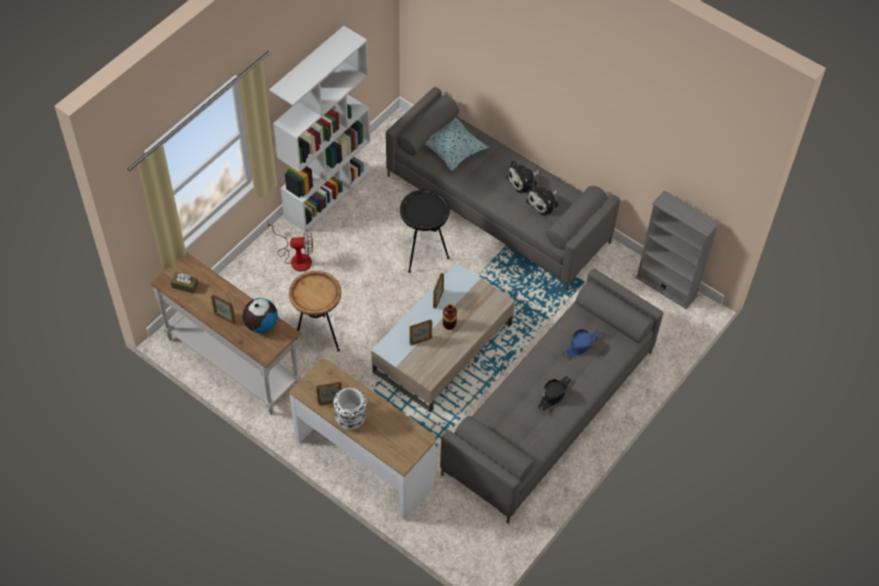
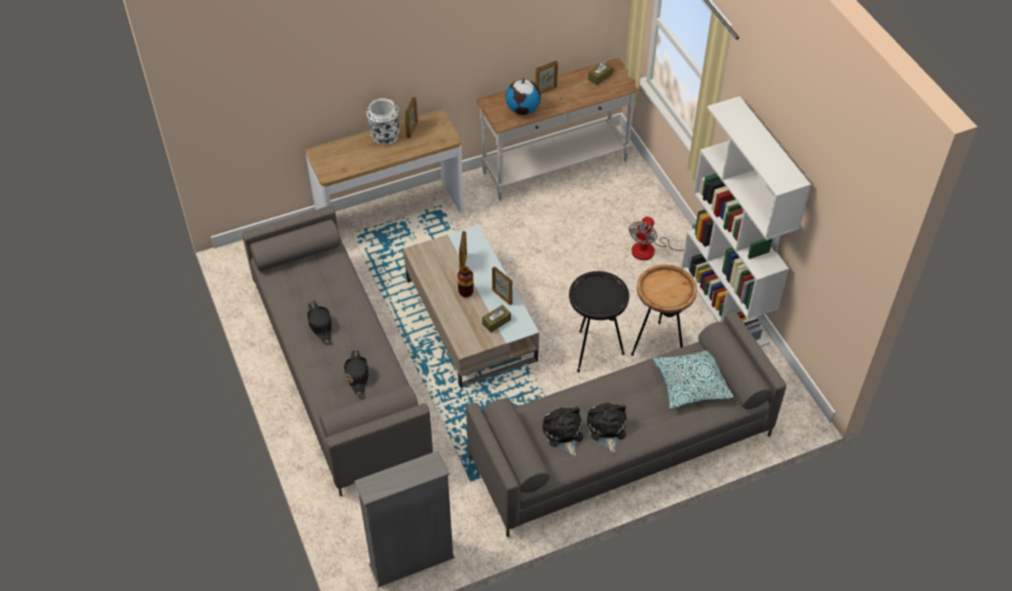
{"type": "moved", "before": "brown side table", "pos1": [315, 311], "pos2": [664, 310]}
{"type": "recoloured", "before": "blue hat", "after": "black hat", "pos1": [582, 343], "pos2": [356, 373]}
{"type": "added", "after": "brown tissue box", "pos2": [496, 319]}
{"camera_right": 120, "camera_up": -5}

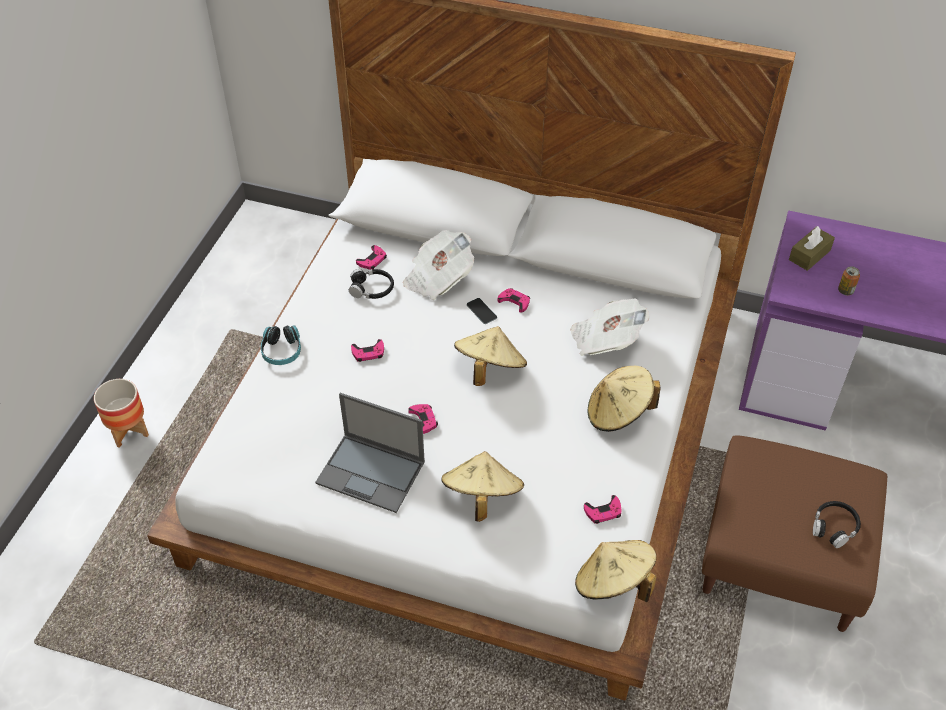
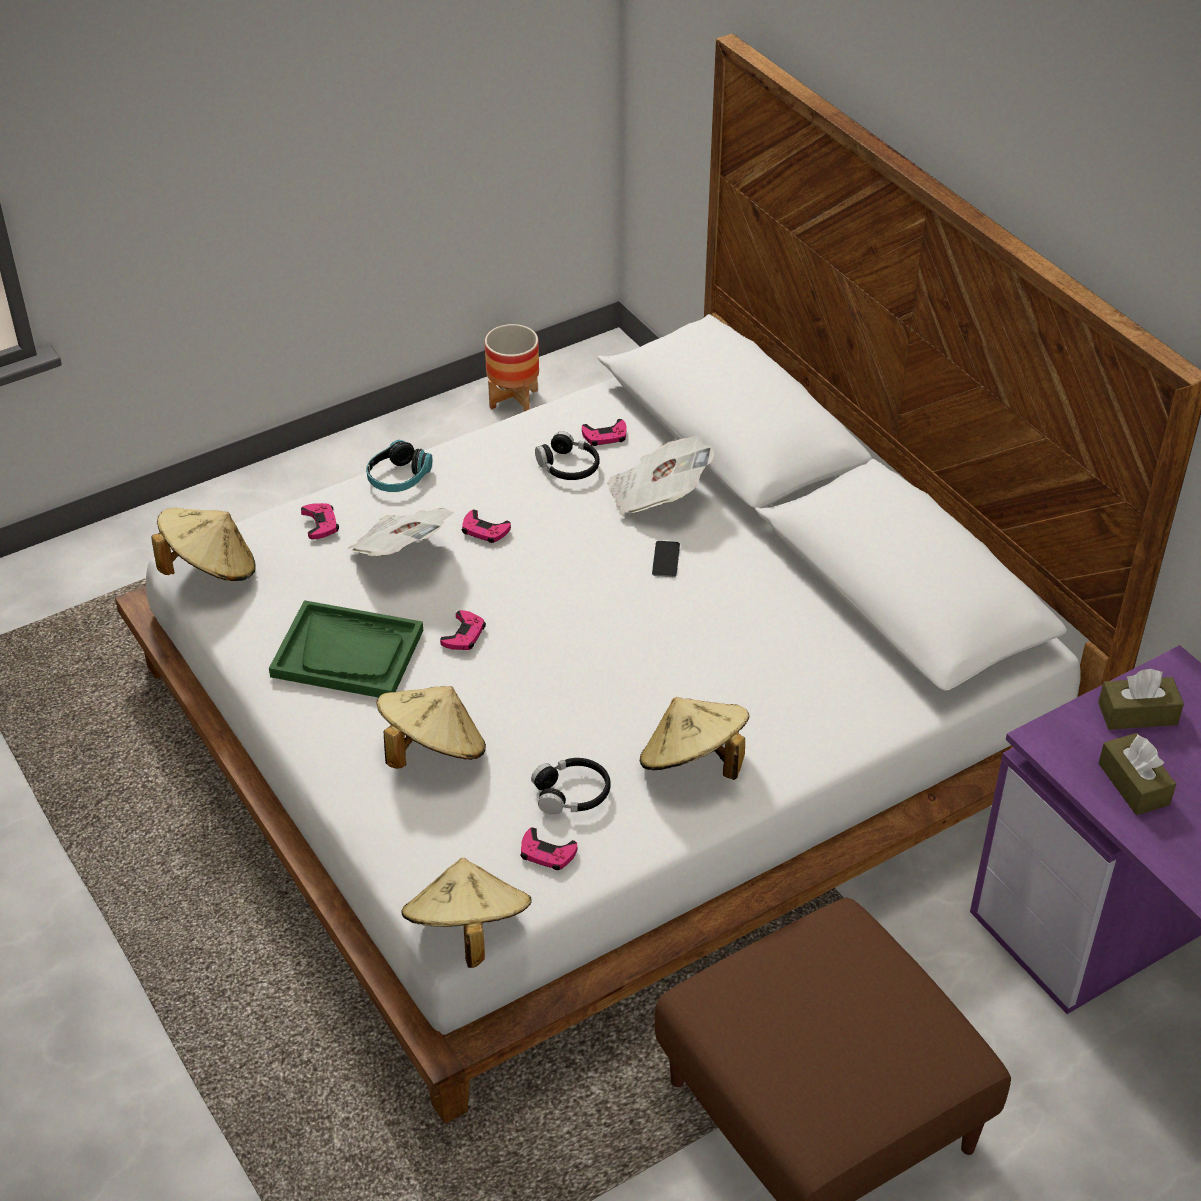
{"type": "replaced", "before": "can", "after": "brown tissue box", "pos1": [849, 280], "pos2": [1137, 774]}
{"type": "moved", "before": "pink game controller", "pos1": [514, 300], "pos2": [320, 521]}
{"type": "moved", "before": "newspaper", "pos1": [609, 327], "pos2": [401, 532]}
{"type": "moved", "before": "beige hat", "pos1": [490, 356], "pos2": [203, 544]}
{"type": "moved", "before": "planter", "pos1": [121, 413], "pos2": [512, 368]}
{"type": "replaced", "before": "laptop", "after": "green tray", "pos1": [370, 453], "pos2": [346, 649]}
{"type": "moved", "before": "black headphones", "pos1": [837, 524], "pos2": [571, 786]}
{"camera_right": 40, "camera_up": -5}

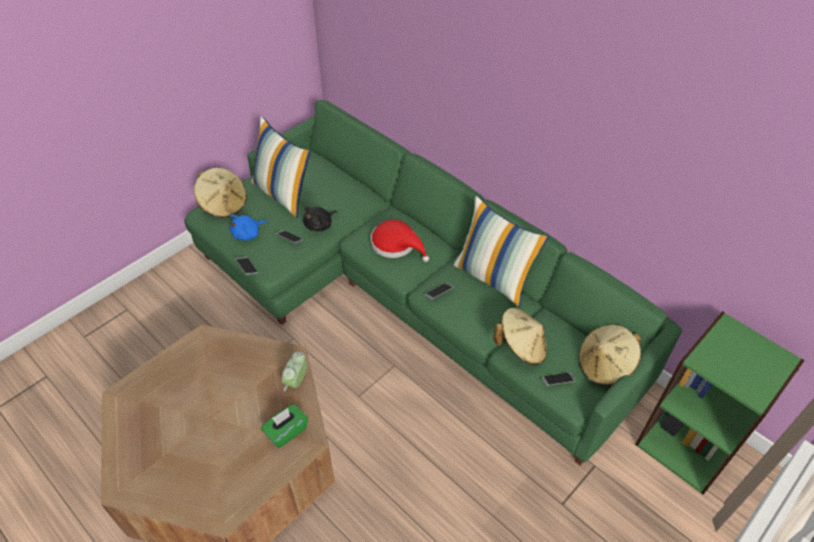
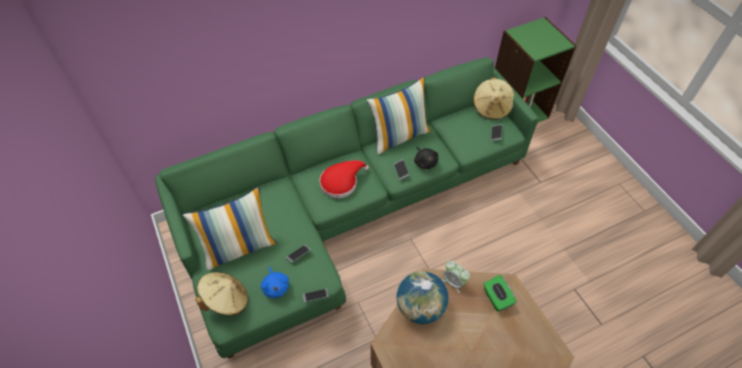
{"type": "moved", "before": "black plush toy", "pos1": [320, 218], "pos2": [426, 158]}
{"type": "removed", "before": "beige hat", "pos1": [520, 336]}
{"type": "added", "after": "globe", "pos2": [422, 297]}
{"camera_right": -70, "camera_up": 5}

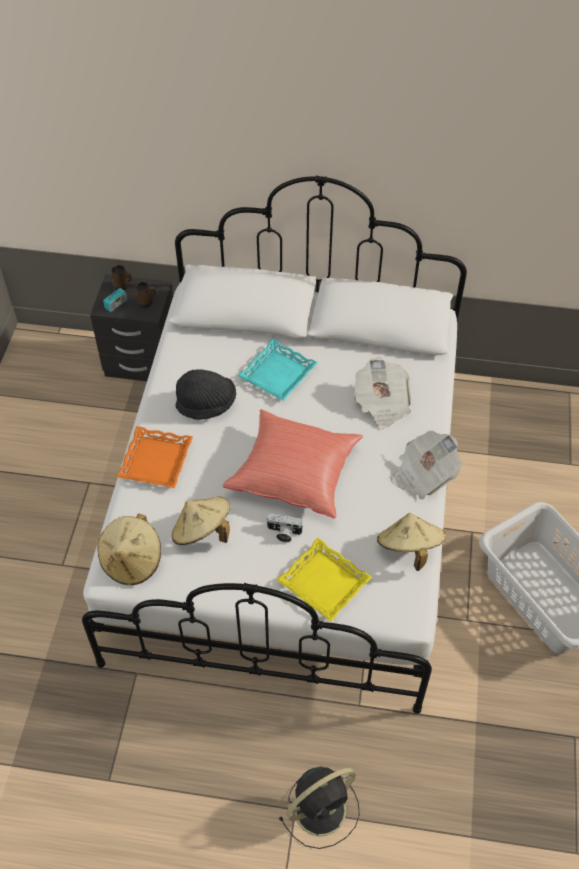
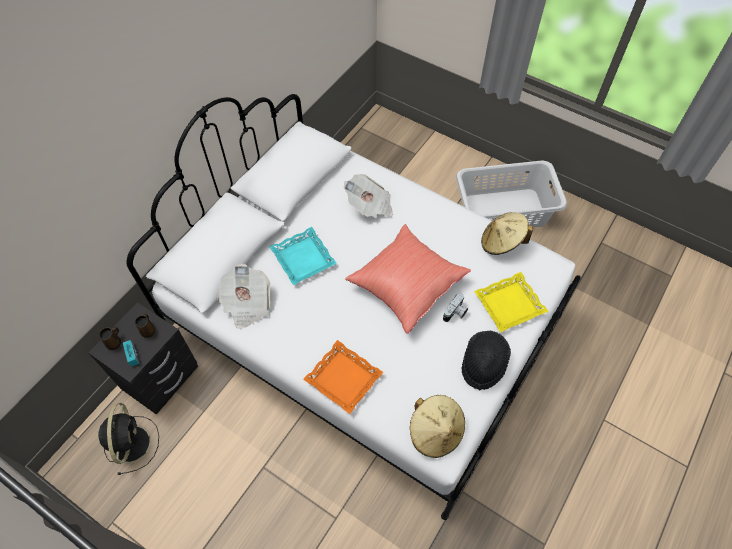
{"type": "moved", "before": "black hat", "pos1": [205, 394], "pos2": [486, 360]}
{"type": "moved", "before": "newspaper", "pos1": [426, 465], "pos2": [243, 296]}
{"type": "removed", "before": "beige hat", "pos1": [201, 521]}
{"type": "moved", "before": "black fan", "pos1": [319, 807], "pos2": [128, 439]}
{"camera_right": -65, "camera_up": 5}

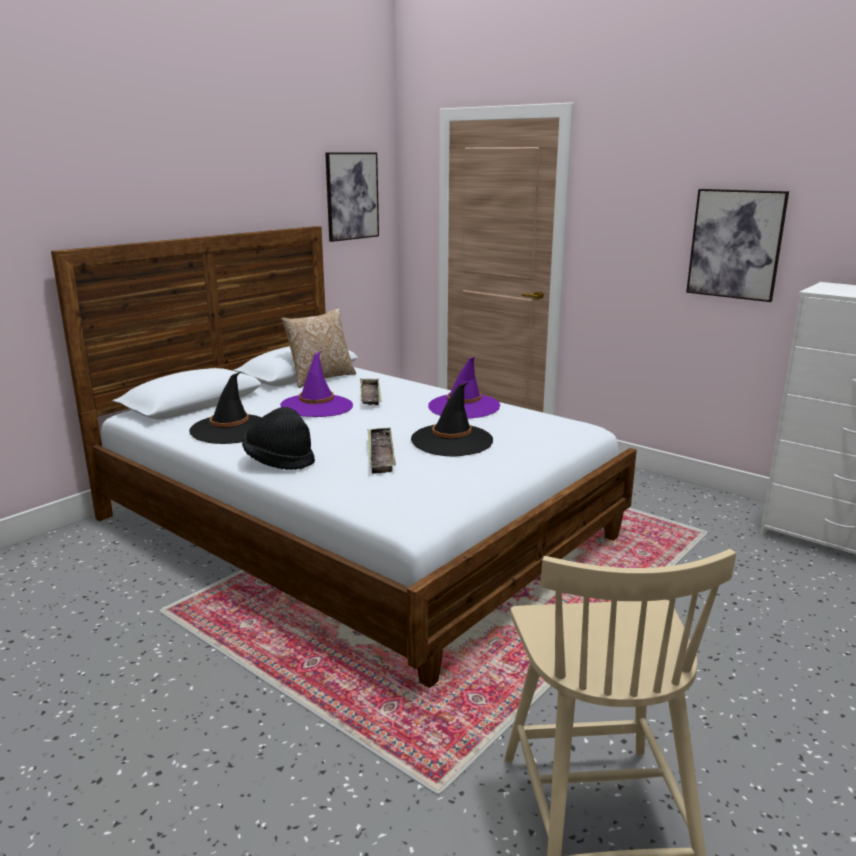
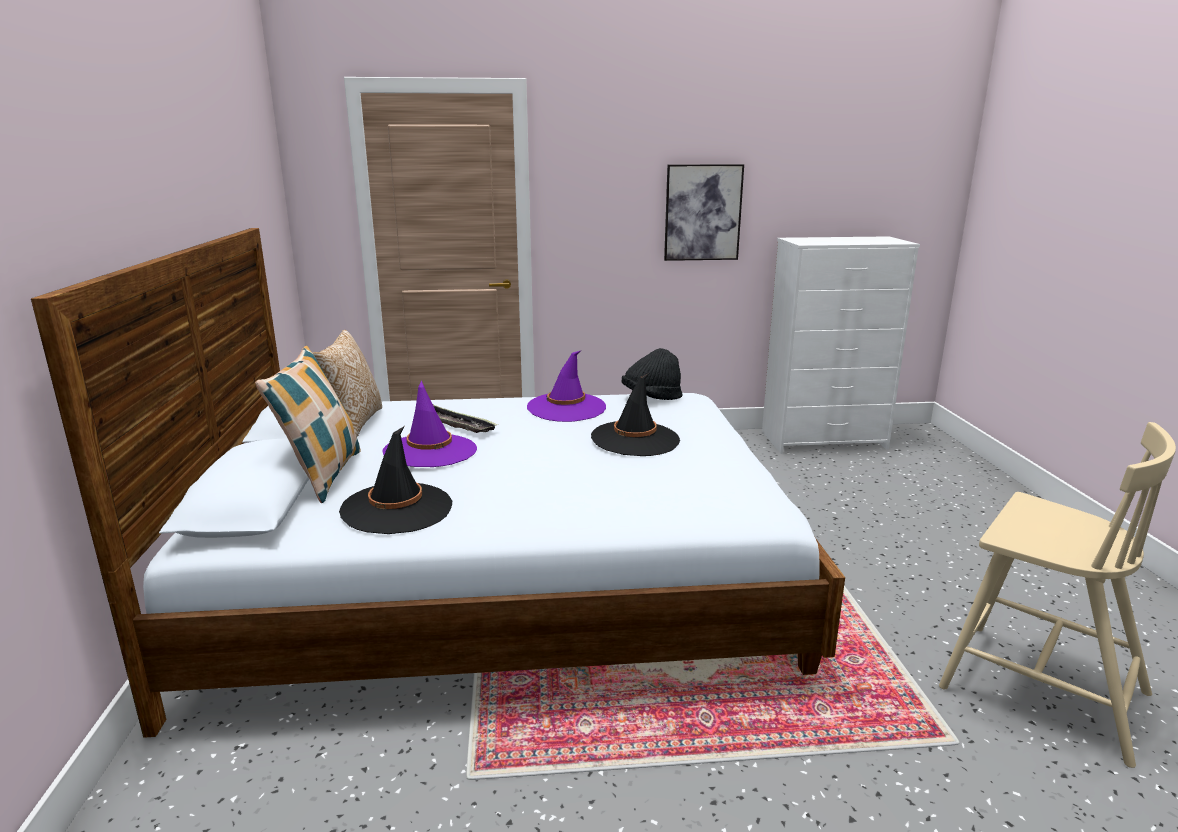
{"type": "removed", "before": "picture", "pos1": [352, 197]}
{"type": "moved", "before": "black hat", "pos1": [278, 438], "pos2": [652, 374]}
{"type": "removed", "before": "tray", "pos1": [382, 450]}
{"type": "added", "after": "pillow", "pos2": [308, 424]}
{"camera_right": -45, "camera_up": 0}

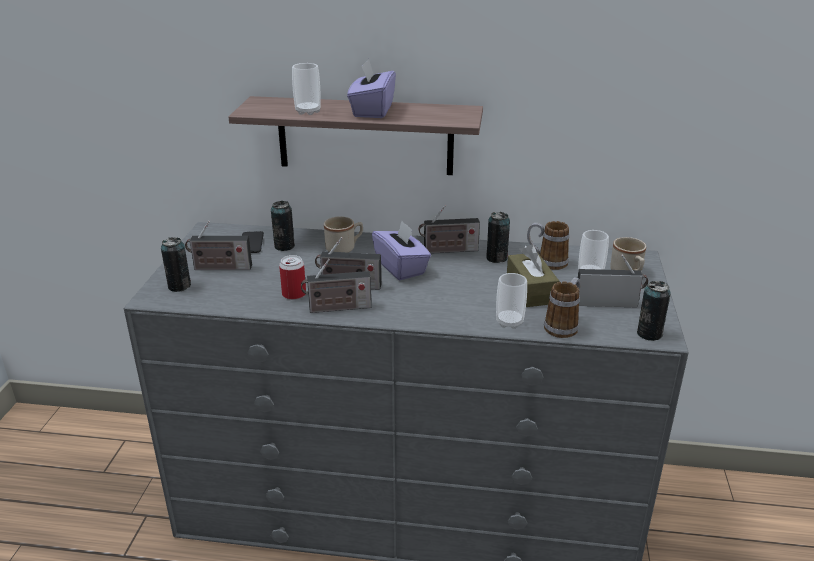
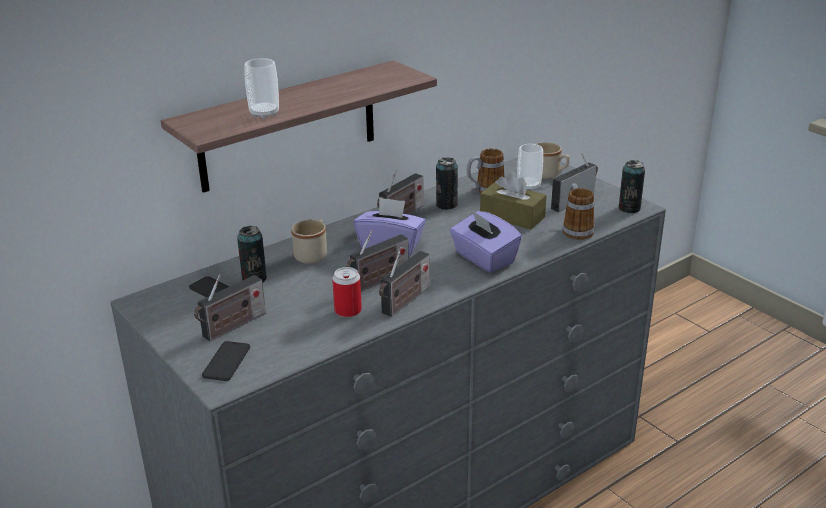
{"type": "moved", "before": "purple tissue box", "pos1": [371, 88], "pos2": [486, 241]}
{"type": "replaced", "before": "can", "after": "phone", "pos1": [176, 264], "pos2": [226, 361]}
{"type": "removed", "before": "cup", "pos1": [511, 301]}
{"camera_right": -45, "camera_up": 0}

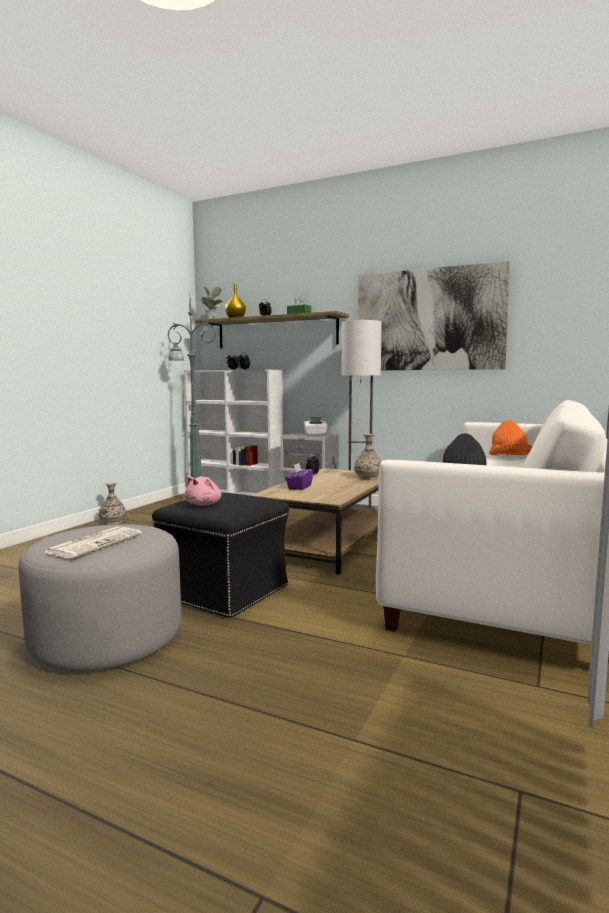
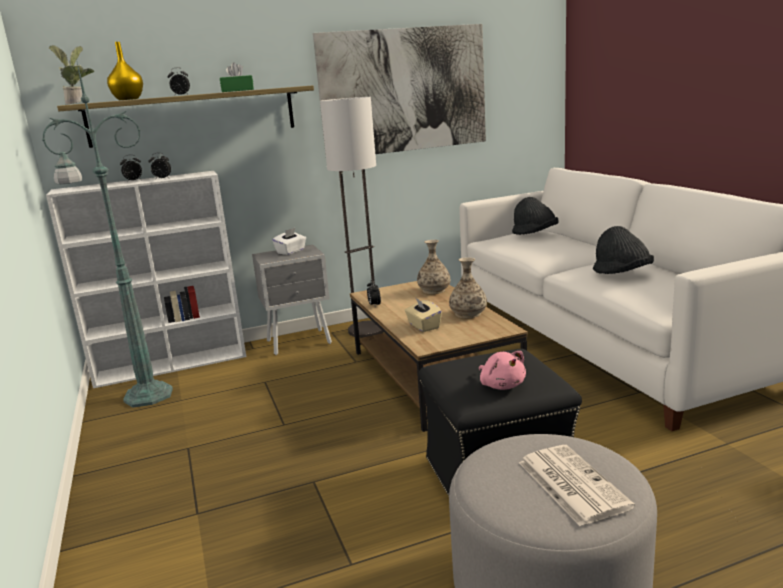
{"type": "recoloured", "before": "orange hat", "after": "black hat", "pos1": [510, 438], "pos2": [535, 216]}
{"type": "recoloured", "before": "purple tissue box", "after": "beige tissue box", "pos1": [299, 476], "pos2": [423, 314]}
{"type": "moved", "before": "vase", "pos1": [112, 503], "pos2": [468, 287]}
{"camera_right": -45, "camera_up": 10}

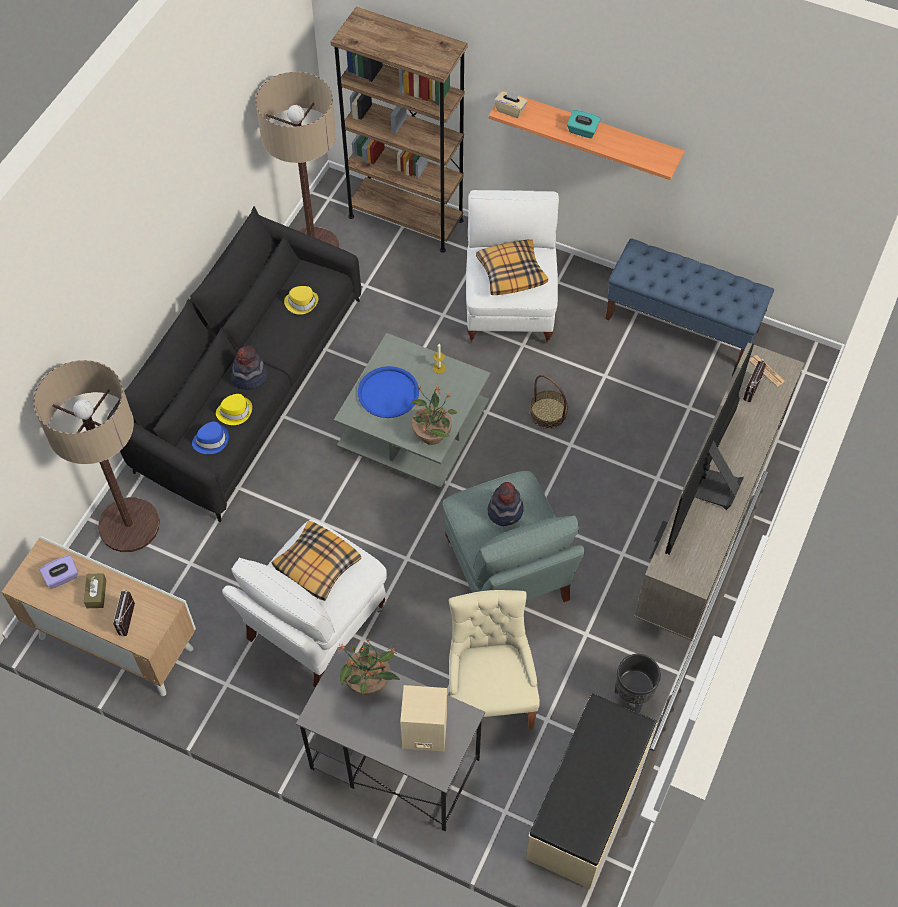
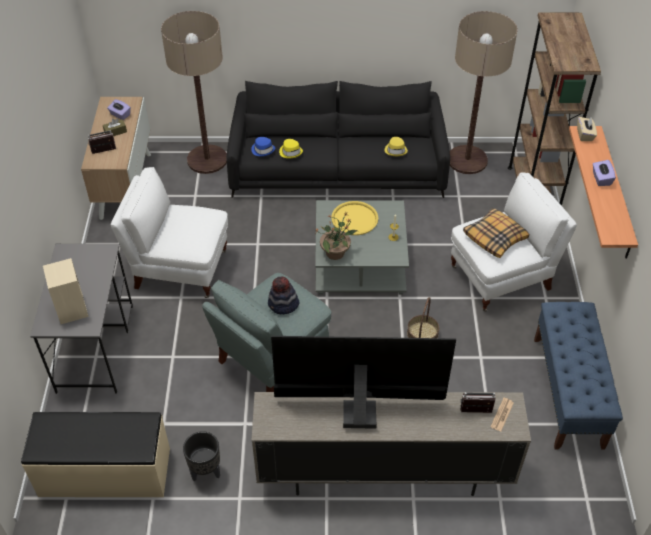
{"type": "recoloured", "before": "turquoise tissue box", "after": "purple tissue box", "pos1": [584, 124], "pos2": [604, 173]}
{"type": "removed", "before": "hat", "pos1": [249, 368]}
{"type": "recoloured", "before": "blue tray", "after": "yellow tray", "pos1": [388, 392], "pos2": [354, 218]}
{"type": "removed", "before": "pillow", "pos1": [316, 561]}
{"type": "removed", "before": "beige chair", "pos1": [494, 660]}
{"type": "removed", "before": "potted plant", "pos1": [368, 667]}
{"camera_right": 65, "camera_up": -10}

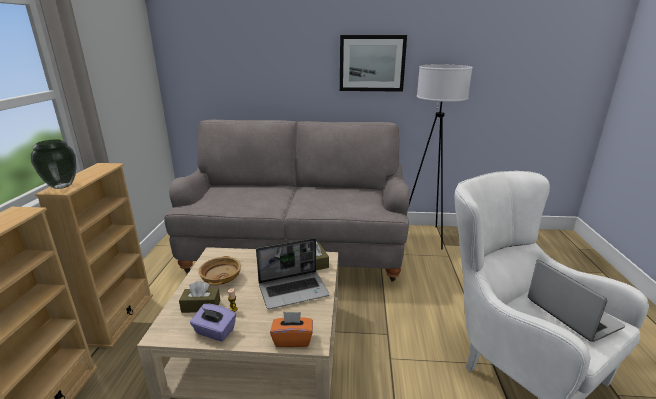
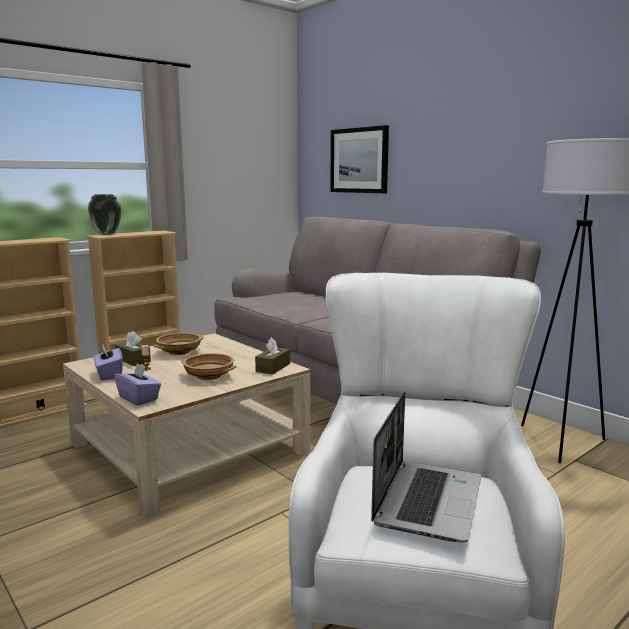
{"type": "moved", "before": "picture", "pos1": [373, 63], "pos2": [359, 159]}
{"type": "replaced", "before": "laptop", "after": "beige bowl", "pos1": [293, 273], "pos2": [209, 366]}
{"type": "recoloured", "before": "orange tissue box", "after": "purple tissue box", "pos1": [291, 329], "pos2": [137, 384]}
{"camera_right": 45, "camera_up": -10}

